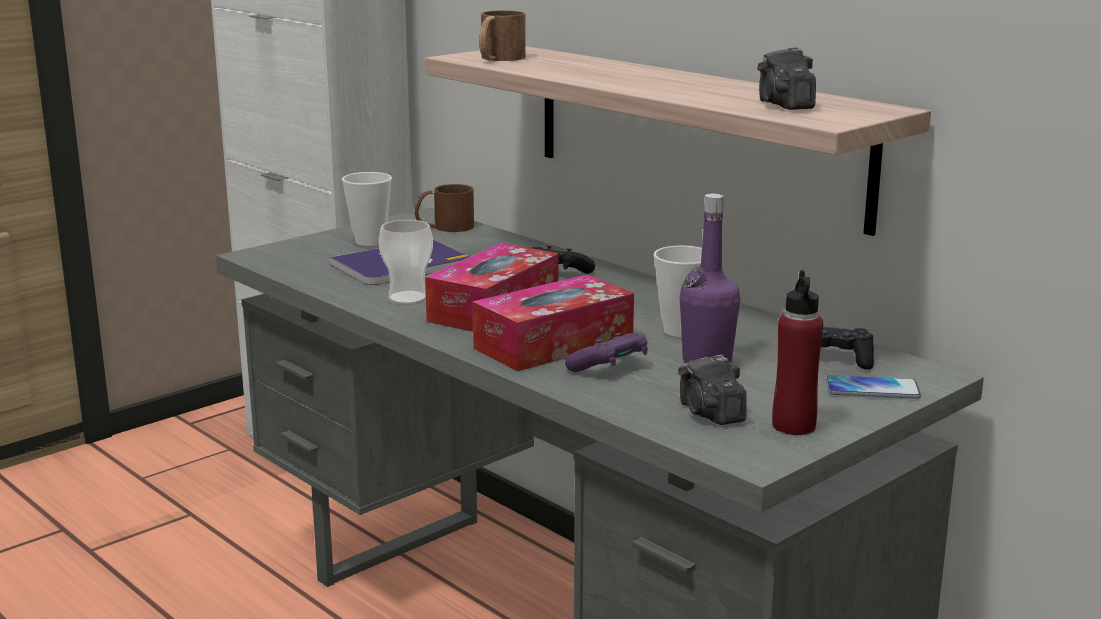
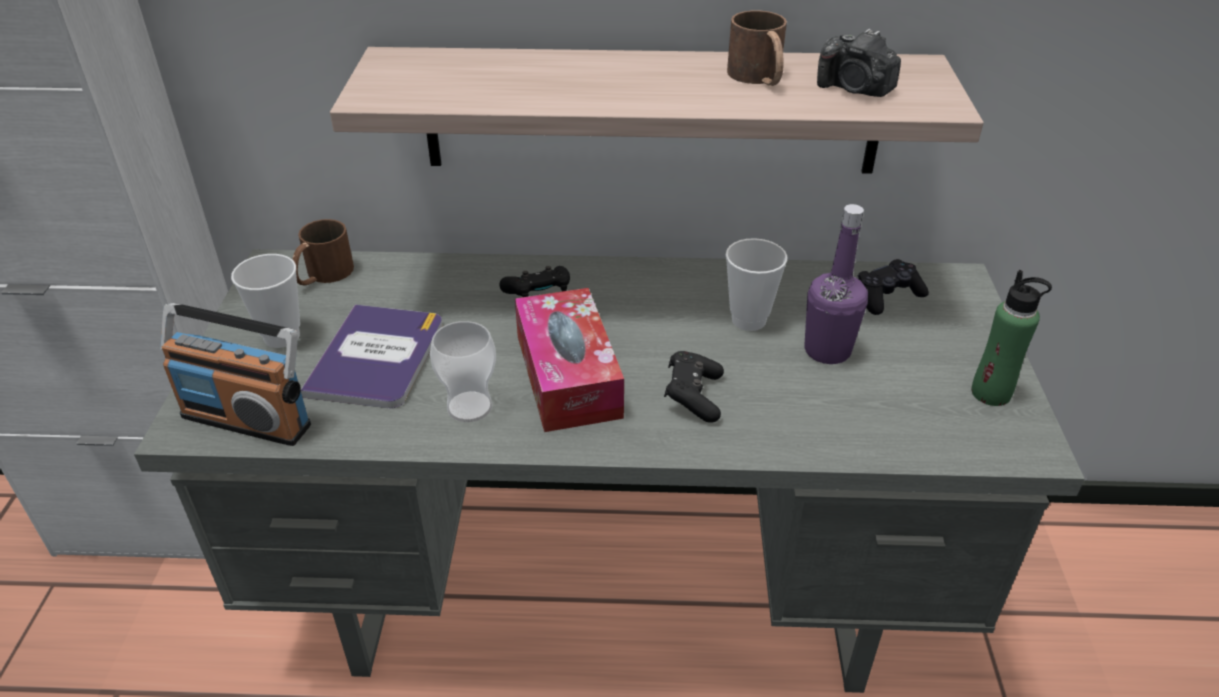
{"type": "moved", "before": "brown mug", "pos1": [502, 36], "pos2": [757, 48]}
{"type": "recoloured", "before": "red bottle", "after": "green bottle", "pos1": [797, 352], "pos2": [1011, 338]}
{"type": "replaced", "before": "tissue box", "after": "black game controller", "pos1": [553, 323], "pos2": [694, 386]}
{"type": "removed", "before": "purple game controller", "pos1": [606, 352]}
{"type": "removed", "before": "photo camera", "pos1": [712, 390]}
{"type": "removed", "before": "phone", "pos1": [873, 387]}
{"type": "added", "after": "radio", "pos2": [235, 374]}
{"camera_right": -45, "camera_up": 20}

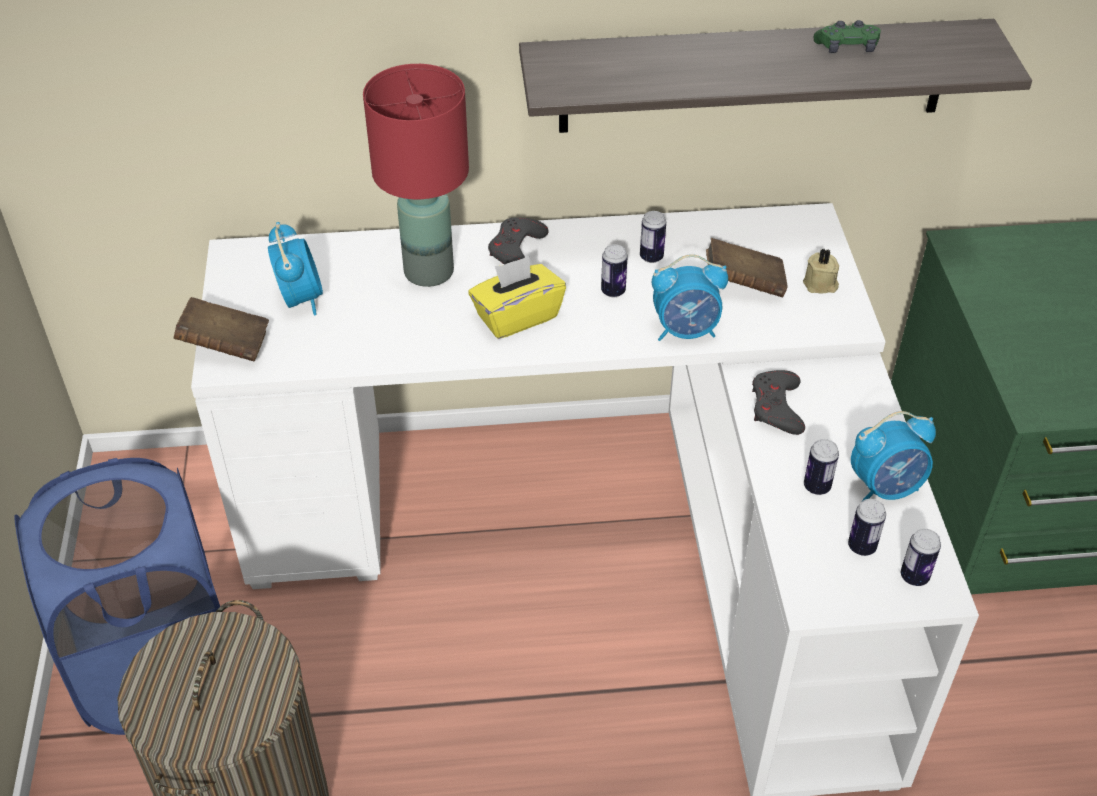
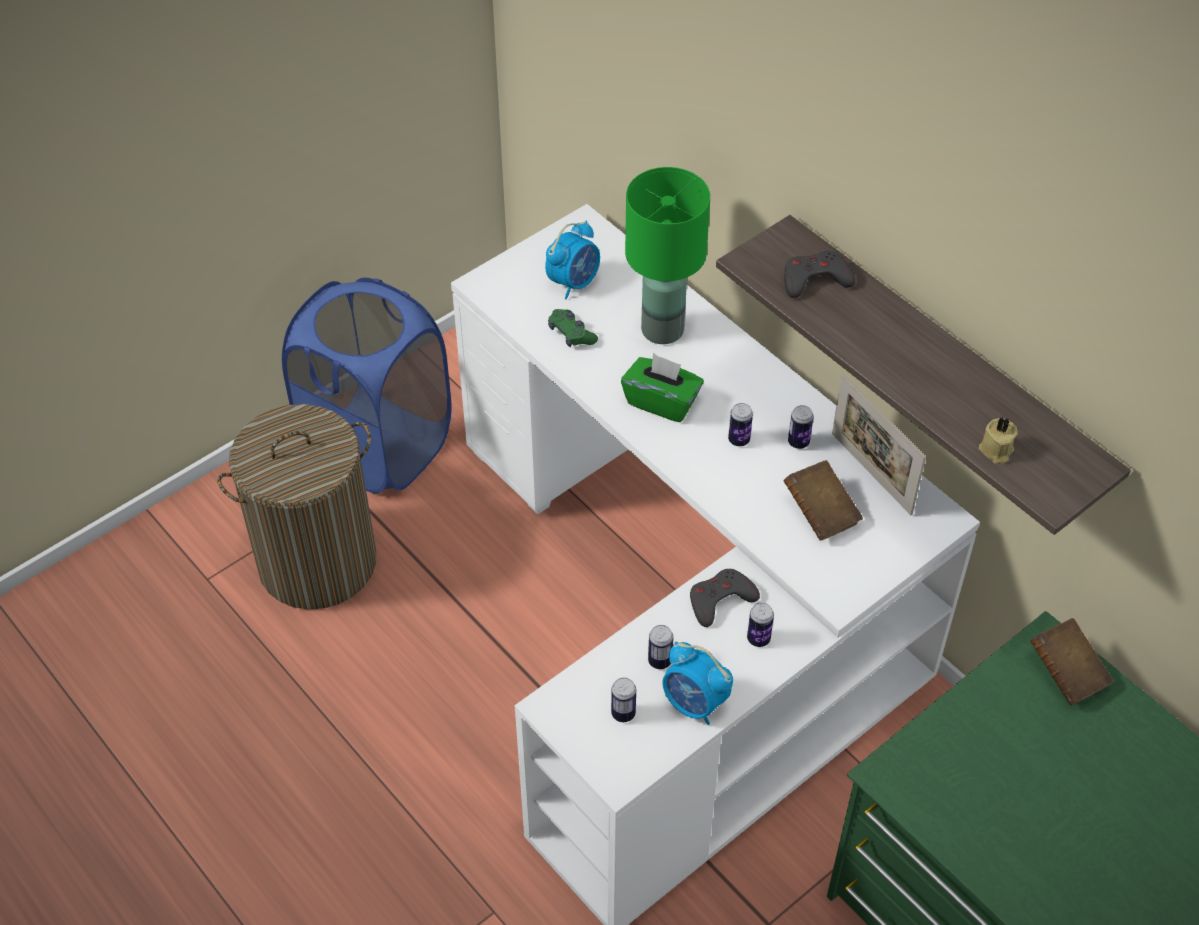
{"type": "moved", "before": "green game controller", "pos1": [847, 36], "pos2": [573, 328]}
{"type": "recoloured", "before": "red table lamp", "after": "green table lamp", "pos1": [416, 175], "pos2": [667, 255]}
{"type": "moved", "before": "grey game controller", "pos1": [518, 241], "pos2": [819, 274]}
{"type": "moved", "before": "beige candle", "pos1": [821, 271], "pos2": [998, 440]}
{"type": "removed", "before": "alarm clock", "pos1": [690, 297]}
{"type": "recoloured", "before": "yellow tissue box", "after": "green tissue box", "pos1": [517, 297], "pos2": [662, 387]}
{"type": "moved", "before": "brown book", "pos1": [221, 329], "pos2": [1071, 662]}
{"type": "moved", "before": "can", "pos1": [921, 557], "pos2": [760, 625]}
{"type": "added", "after": "picture frame", "pos2": [879, 445]}
{"camera_right": 55, "camera_up": 5}

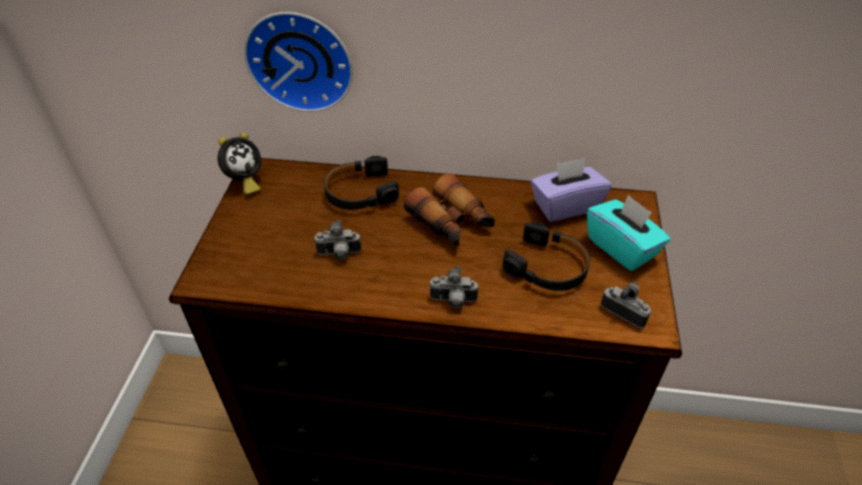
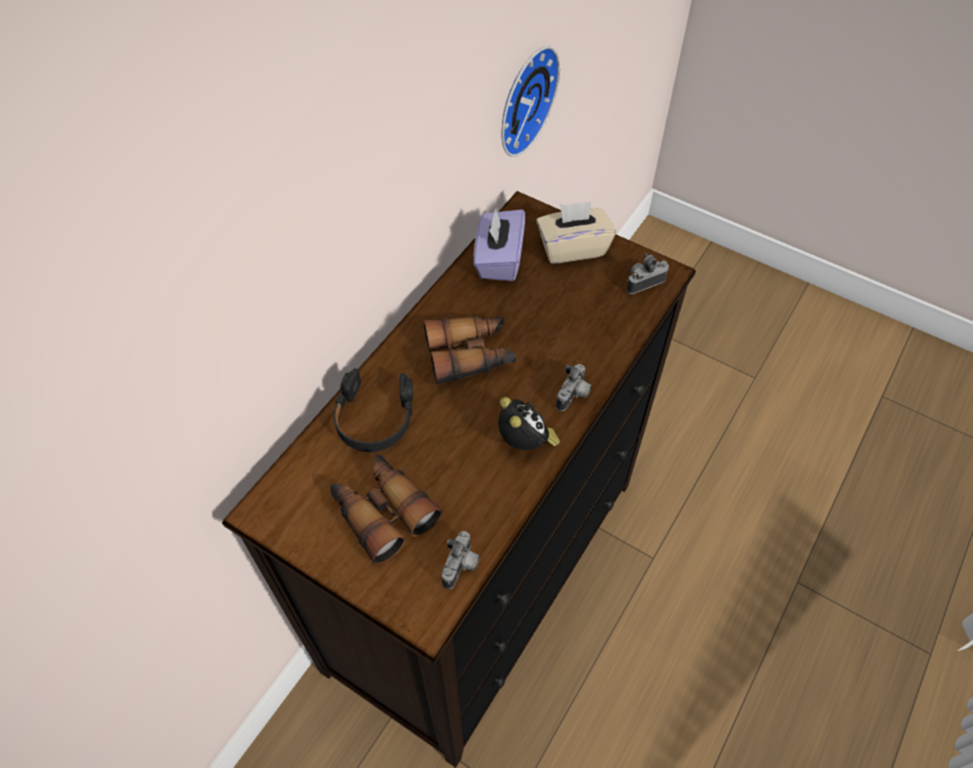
{"type": "moved", "before": "wall clock", "pos1": [298, 62], "pos2": [530, 101]}
{"type": "moved", "before": "alarm clock", "pos1": [239, 163], "pos2": [529, 423]}
{"type": "recoloured", "before": "turquoise tissue box", "after": "beige tissue box", "pos1": [628, 232], "pos2": [576, 232]}
{"type": "moved", "before": "photo camera", "pos1": [337, 239], "pos2": [460, 560]}
{"type": "removed", "before": "black headphones", "pos1": [546, 256]}
{"type": "added", "after": "binoculars", "pos2": [386, 509]}
{"camera_right": -65, "camera_up": 10}

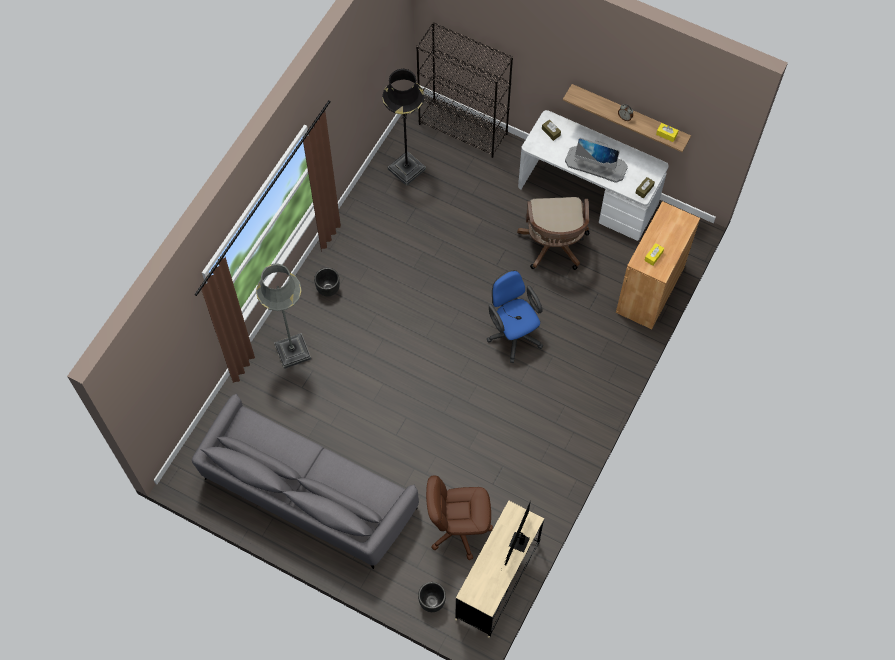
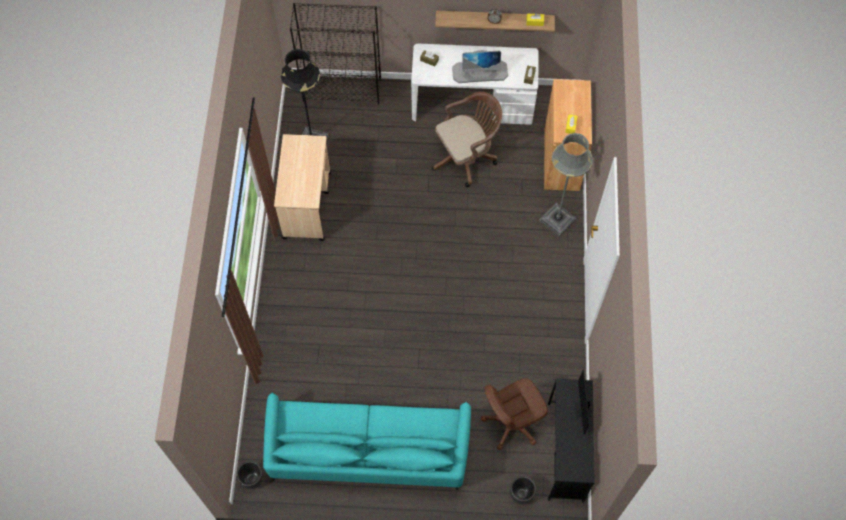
{"type": "turned", "before": "brown office chair", "pos1": [553, 233], "pos2": [467, 139], "turn": -90}
{"type": "moved", "before": "grey floor lamp", "pos1": [283, 316], "pos2": [566, 185]}
{"type": "moved", "before": "black planter", "pos1": [327, 282], "pos2": [249, 475]}
{"type": "removed", "before": "blue office chair", "pos1": [515, 316]}
{"type": "recoloured", "before": "grey sofa", "after": "turquoise sofa", "pos1": [305, 481], "pos2": [367, 441]}
{"type": "recoloured", "before": "beige desk", "after": "black desk", "pos1": [499, 569], "pos2": [571, 441]}
{"type": "added", "after": "beige cart", "pos2": [302, 187]}
{"camera_right": -25, "camera_up": 0}

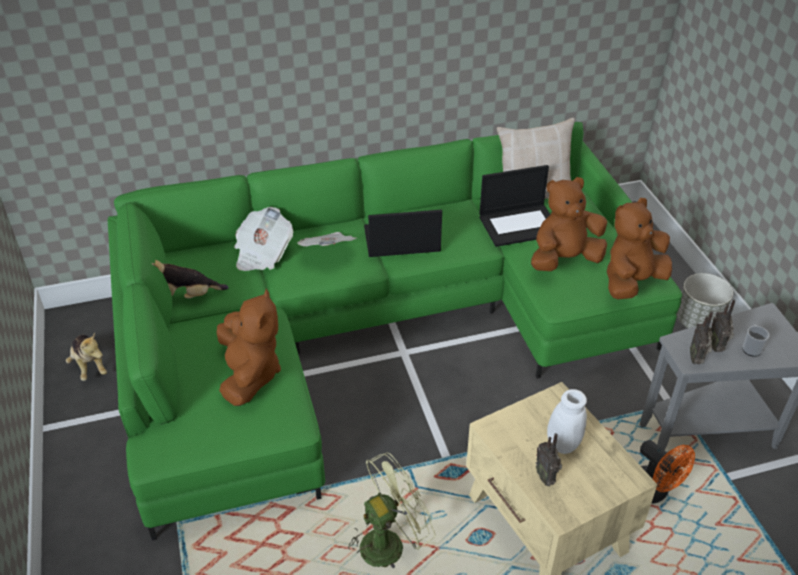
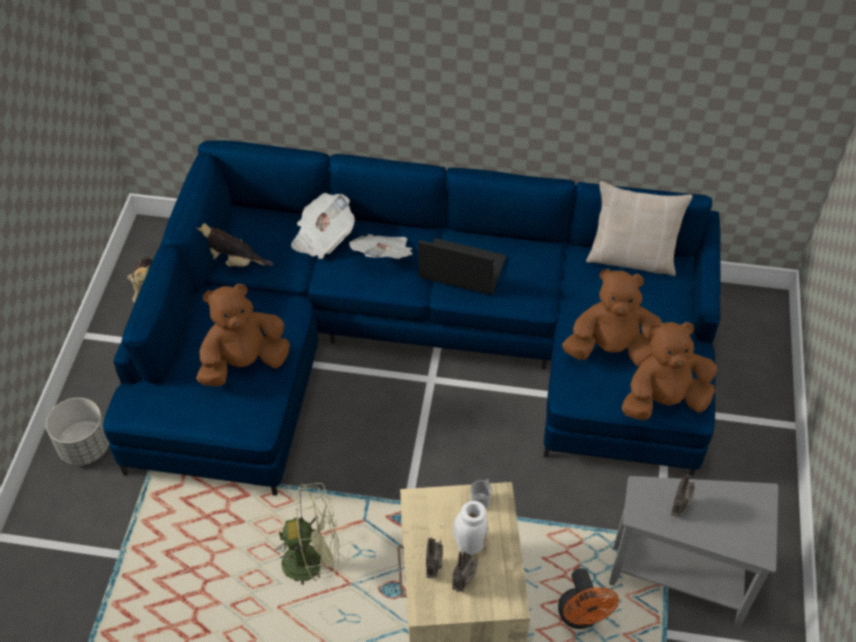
{"type": "recoloured", "before": "green sofa", "after": "blue sofa", "pos1": [394, 331], "pos2": [412, 318]}
{"type": "removed", "before": "laptop", "pos1": [514, 206]}
{"type": "moved", "before": "grey planter", "pos1": [704, 300], "pos2": [77, 431]}
{"type": "turned", "before": "brown plush toy", "pos1": [249, 347], "pos2": [243, 335], "turn": -135}
{"type": "moved", "before": "radio", "pos1": [701, 337], "pos2": [465, 571]}
{"type": "moved", "before": "mug", "pos1": [755, 341], "pos2": [481, 493]}
{"camera_right": 25, "camera_up": 10}

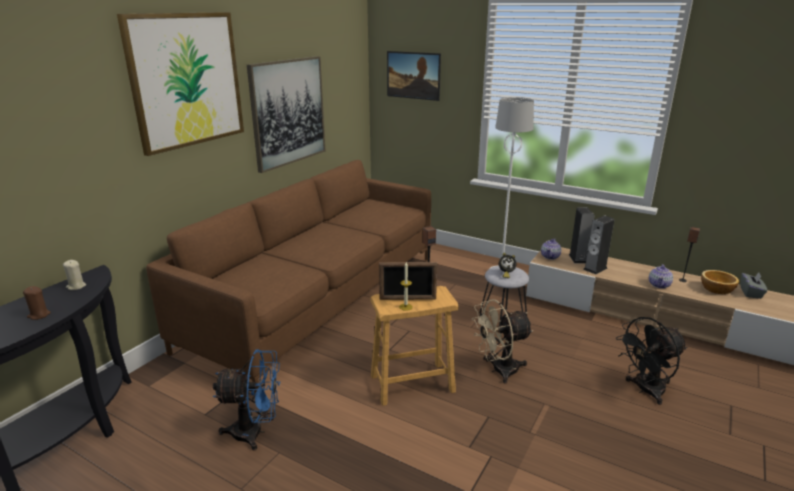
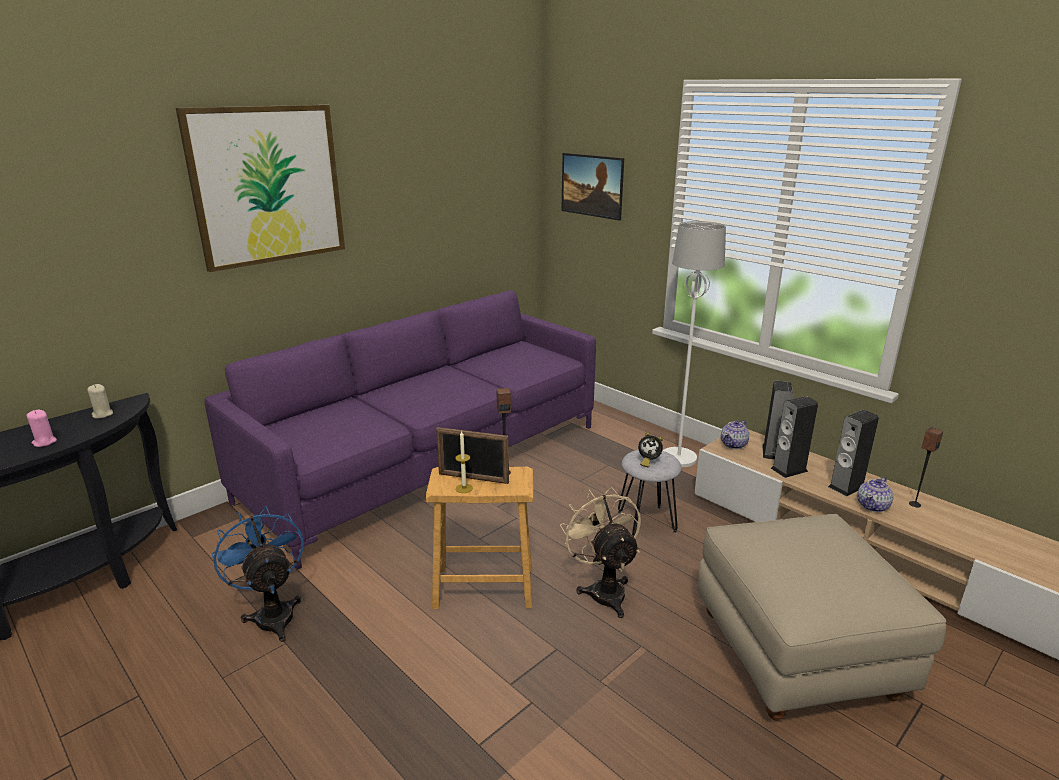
{"type": "removed", "before": "picture", "pos1": [286, 114]}
{"type": "recoloured", "before": "brown sofa", "after": "purple sofa", "pos1": [288, 277], "pos2": [400, 430]}
{"type": "removed", "before": "bowl", "pos1": [720, 282]}
{"type": "removed", "before": "grey tissue box", "pos1": [754, 285]}
{"type": "recoloured", "before": "brown candle", "after": "pink candle", "pos1": [37, 303], "pos2": [41, 428]}
{"type": "turned", "before": "beige fan", "pos1": [502, 341], "pos2": [600, 552], "turn": 75}
{"type": "replaced", "before": "black fan", "after": "beige ottoman", "pos1": [652, 361], "pos2": [821, 617]}
{"type": "turned", "before": "blue fan", "pos1": [246, 399], "pos2": [257, 574], "turn": -135}
{"type": "added", "after": "speaker", "pos2": [853, 453]}
{"camera_right": 15, "camera_up": 0}

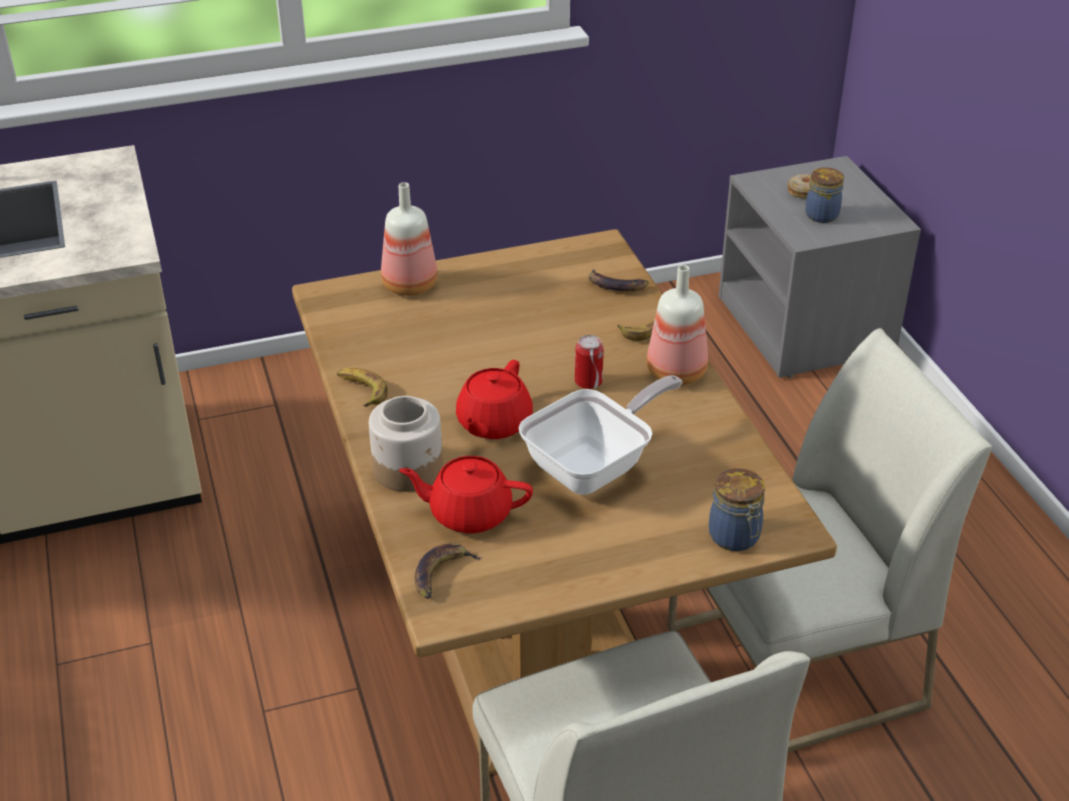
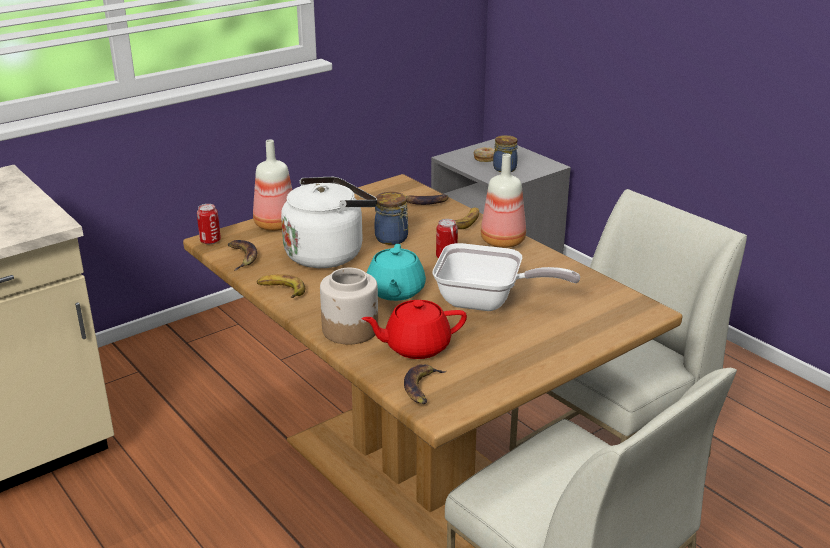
{"type": "recoloured", "before": "red teapot", "after": "turquoise teapot", "pos1": [494, 399], "pos2": [396, 272]}
{"type": "turned", "before": "frying pan", "pos1": [600, 435], "pos2": [506, 277], "turn": 75}
{"type": "moved", "before": "jar", "pos1": [737, 509], "pos2": [391, 218]}
{"type": "added", "after": "white kettle", "pos2": [329, 222]}
{"type": "added", "after": "can", "pos2": [209, 224]}
{"type": "added", "after": "banana", "pos2": [242, 255]}
{"camera_right": -20, "camera_up": -10}

